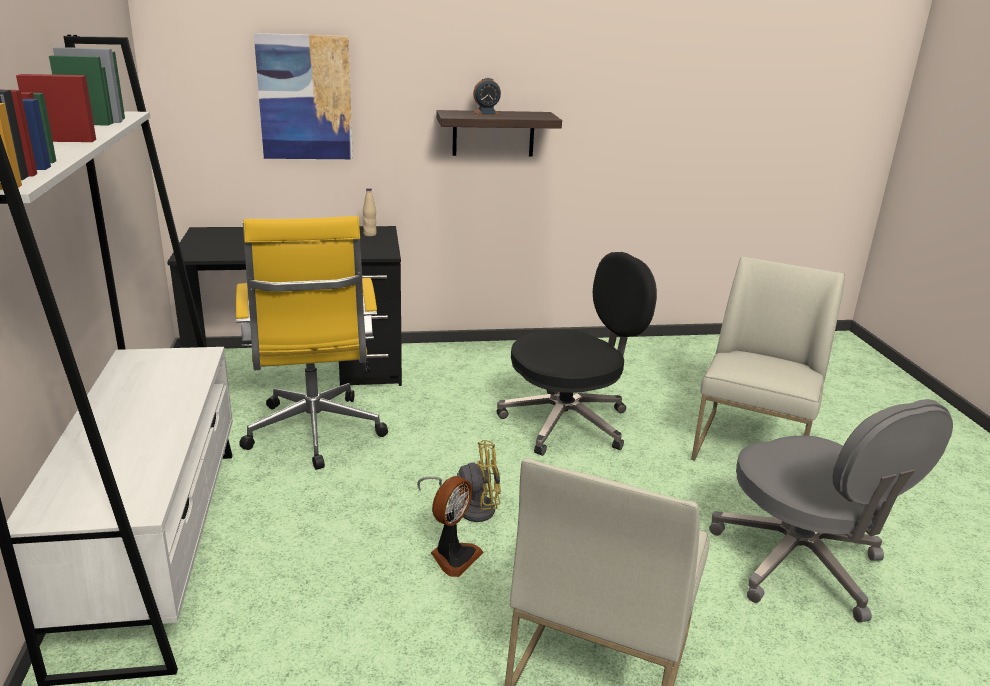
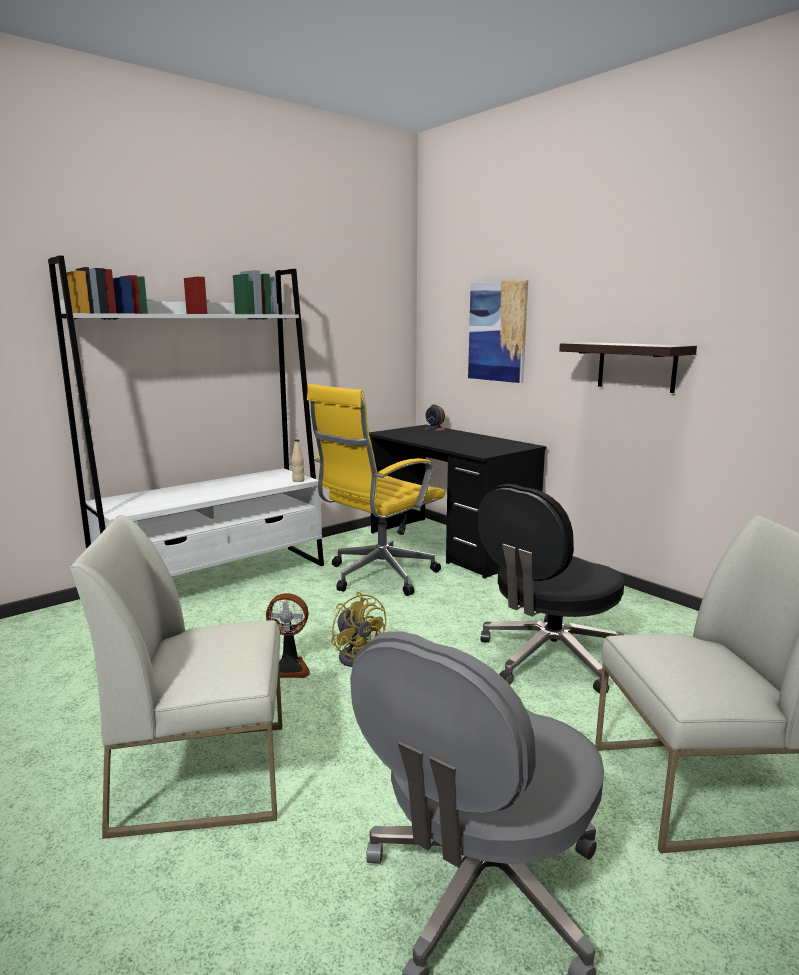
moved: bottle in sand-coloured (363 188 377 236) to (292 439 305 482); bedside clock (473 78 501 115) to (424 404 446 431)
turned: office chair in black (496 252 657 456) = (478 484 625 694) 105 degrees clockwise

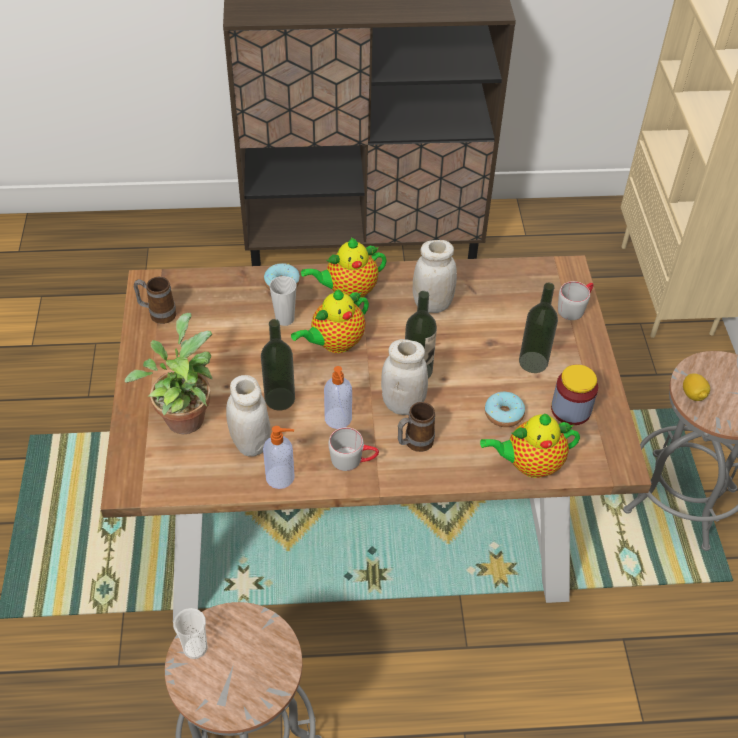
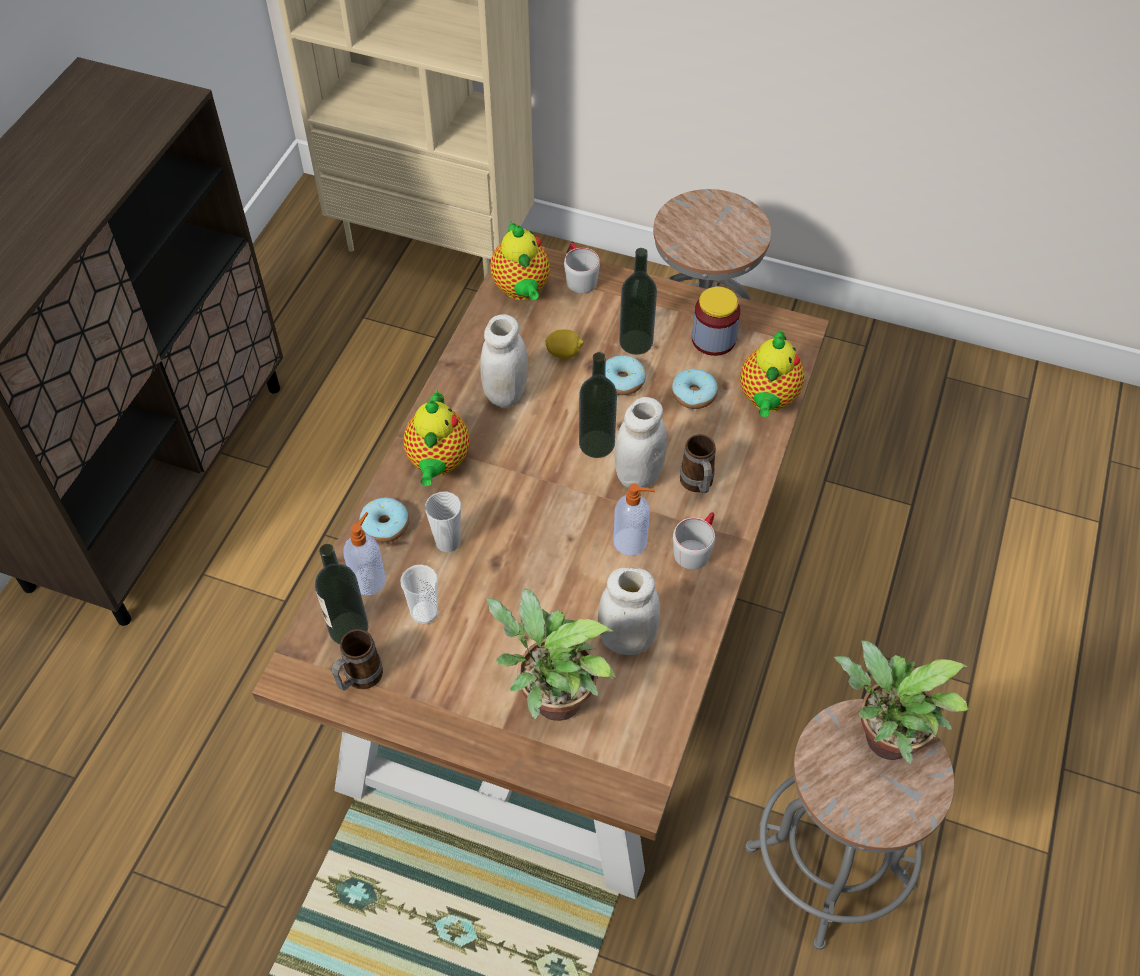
added: doughnut (606 355 646 395); potted plant (834 640 969 764)
moved: small cup (173 608 208 659) to (400 564 439 624); bottle (261 319 295 411) to (315 544 368 644); liquid soap bottle (263 426 295 489) to (343 512 386 596); tea pot (291 289 369 353) to (490 222 550 300); whole lemon (683 374 710 401) to (545 329 584 359)

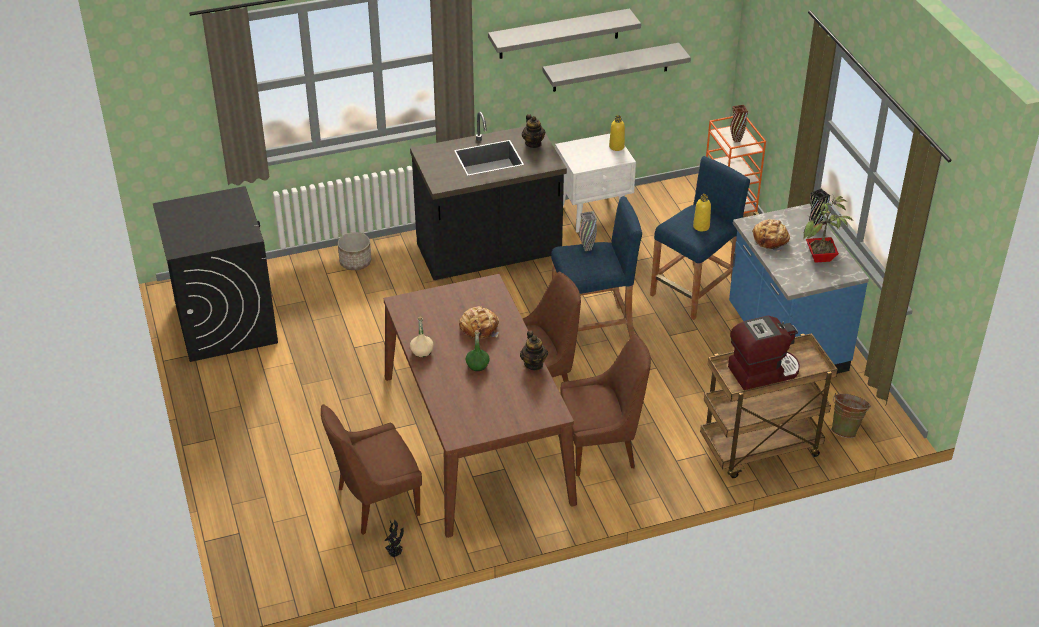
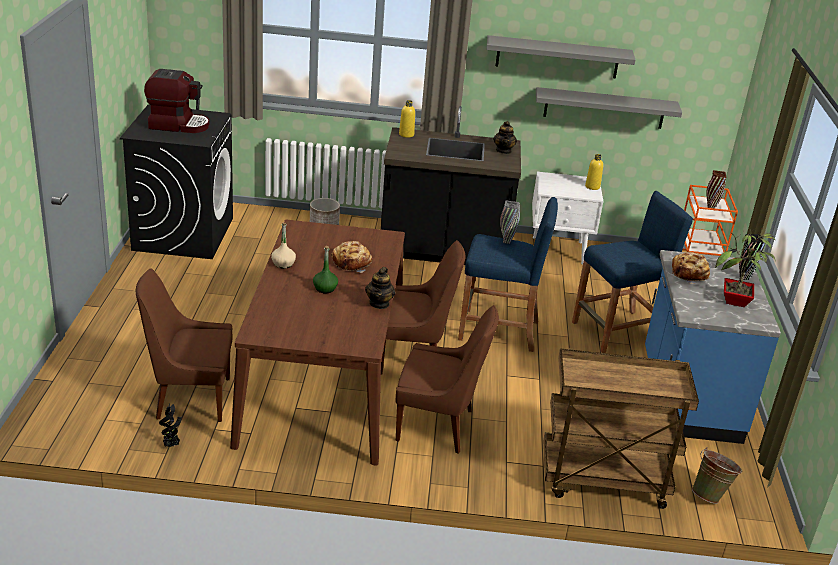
moved: bottle in yellowish (693 194 711 231) to (399 100 415 138); coffee maker (728 316 800 390) to (144 69 209 133)

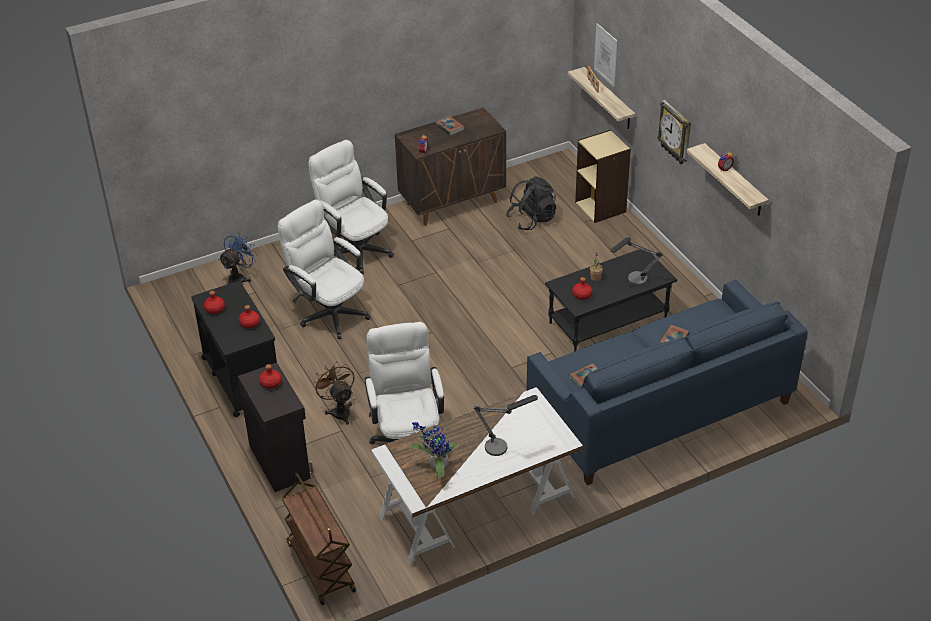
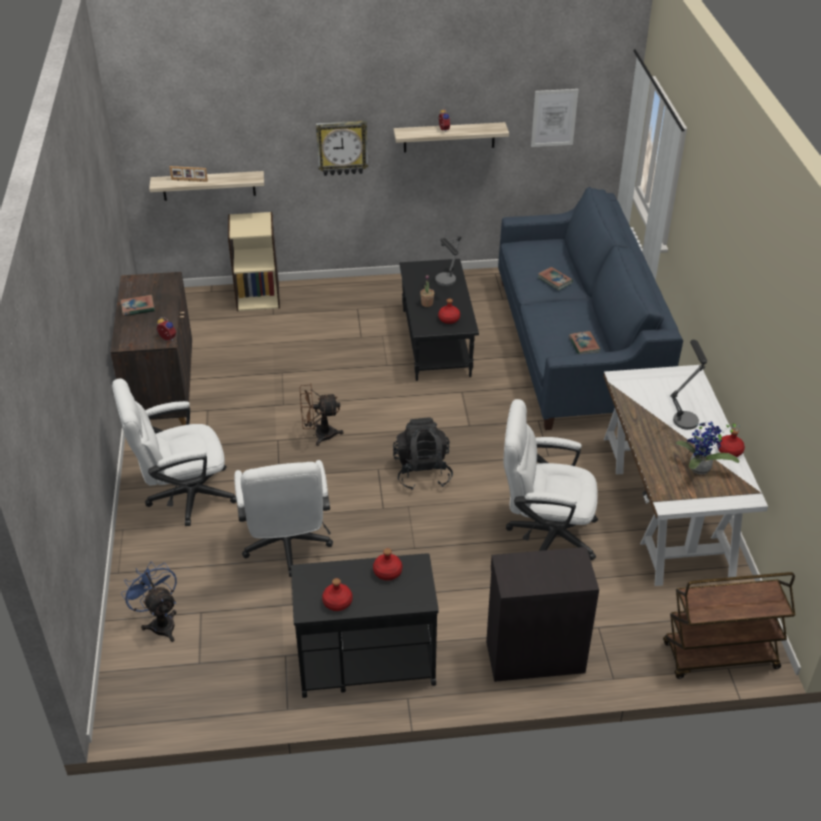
moved: bottle in reddish (259 364 282 389) to (718 429 745 457); cooling fan in brown-coloured (313 361 354 425) to (300 385 343 446); backpack in black (506 176 556 230) to (393 417 453 490); picture (594 23 617 87) to (531 89 579 147)
turned: office chair in whitish (278 200 371 339) = (234 460 333 577) 75 degrees counterclockwise

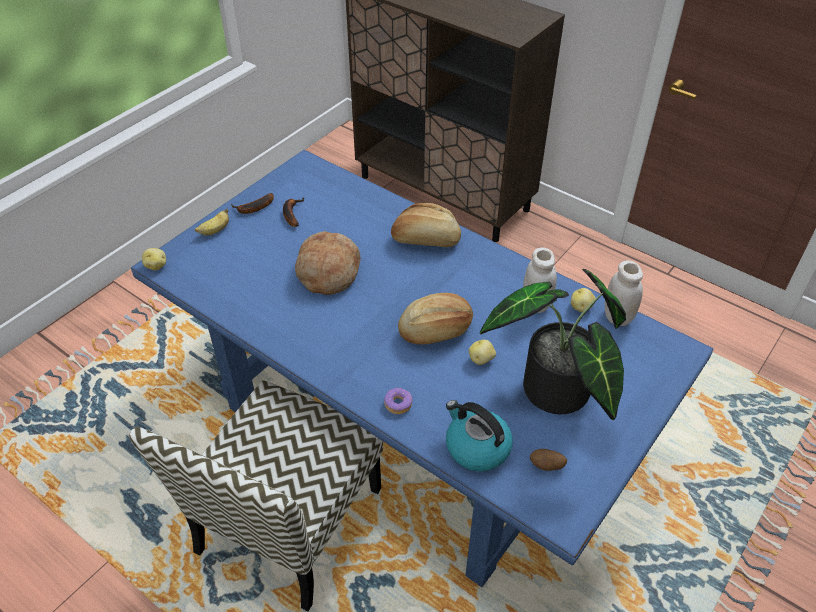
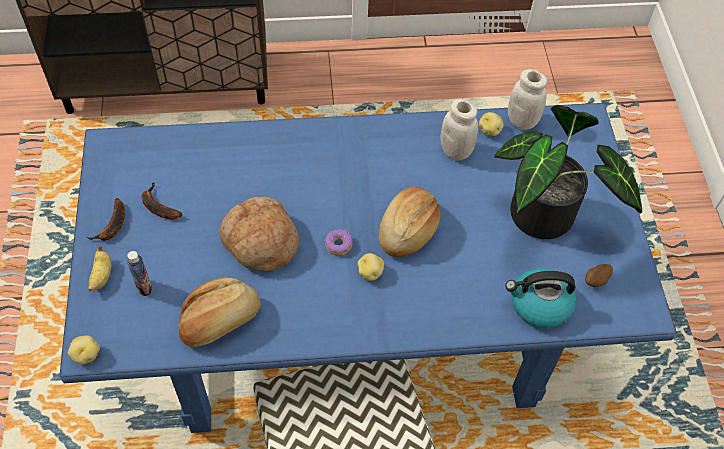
added: bottle (127 251 152 296)
moved: doughnut (384 388 412 414) to (325 229 353 255); baked bread (391 203 461 247) to (179 277 261 347); potato (469 340 496 365) to (357 253 384 281)

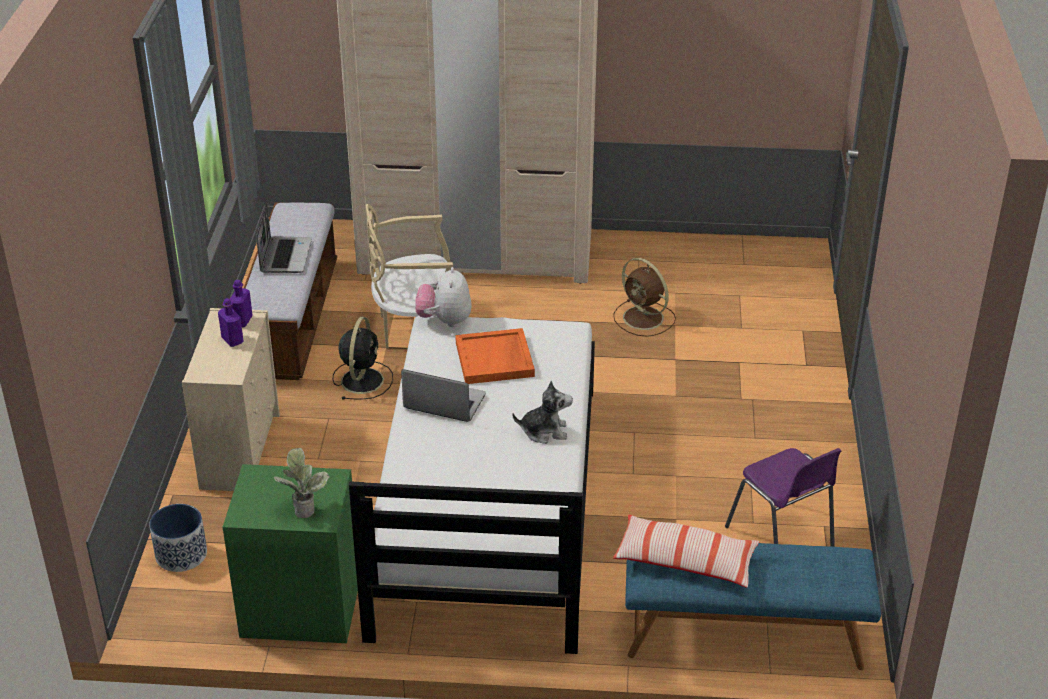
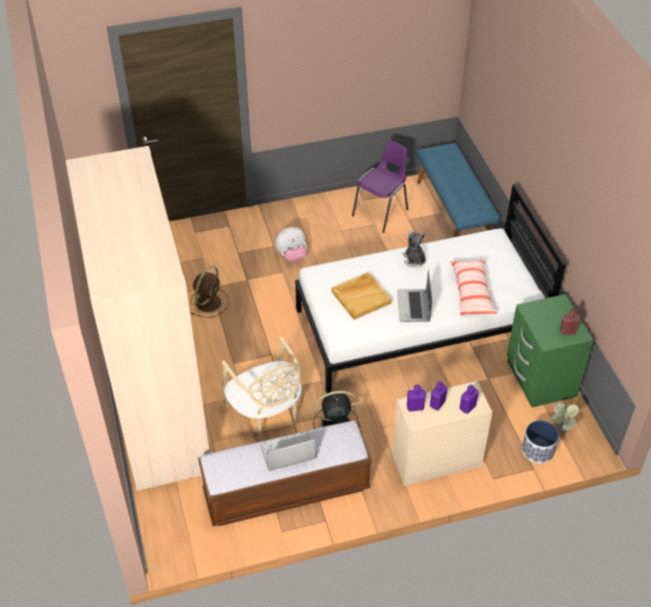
added: bottle in purplish (460 384 479 414); bottle in reddish (560 308 580 335)
moved: potted plant (274 448 330 518) to (551 403 579 432); plush toy (415 267 472 327) to (275 227 307 263); cushion (613 515 760 588) to (450 259 497 315)
recoloured: carrying tray in orange-coloured (455 328 535 384) to carrying tray in sand-coloured (331 272 392 320)

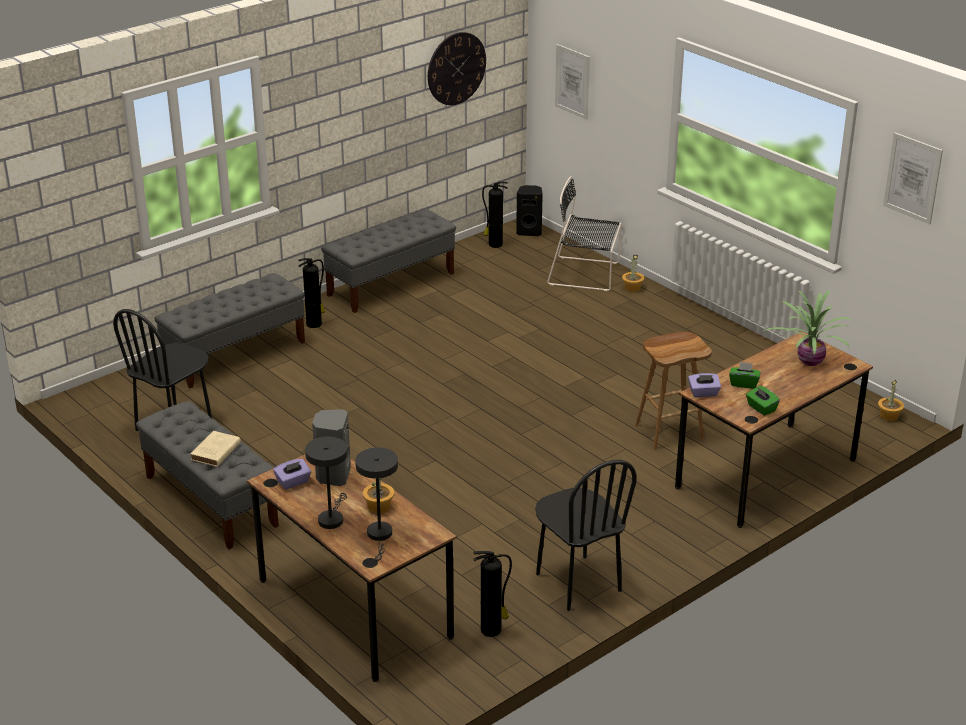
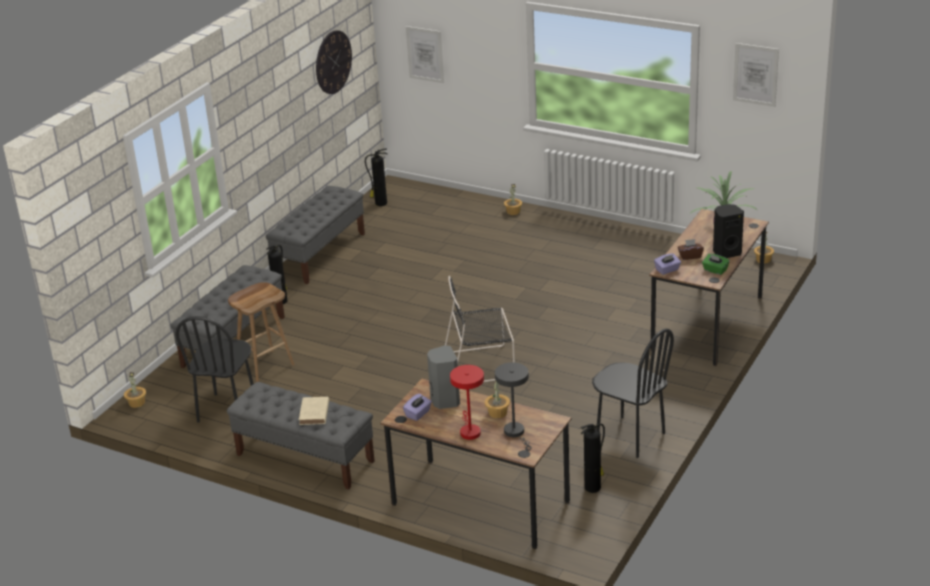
added: potted plant (124 372 146 408)
moved: audio speaker in black (516 185 543 236) to (713 204 744 258); plain chair in black (547 176 622 291) to (445 276 515 382); stool in brown-coloured (635 332 712 449) to (228 282 294 382)
recoloured: lamp for a table in greyish (305 436 348 529) to lamp for a table in reddish (450 365 484 440); tissue holder in green-coloured (729 362 761 389) to tissue holder in brown-coloured (678 239 704 260)

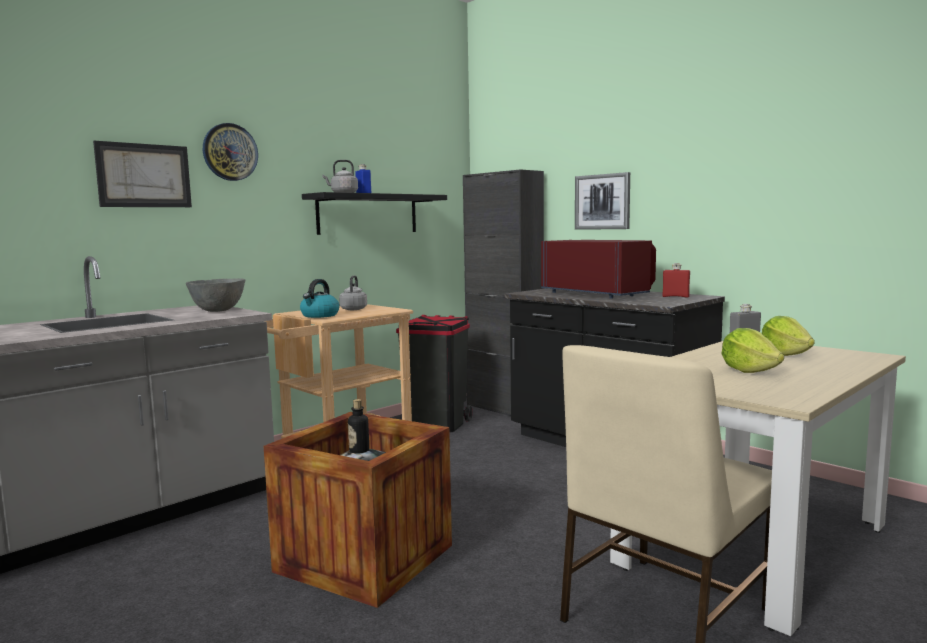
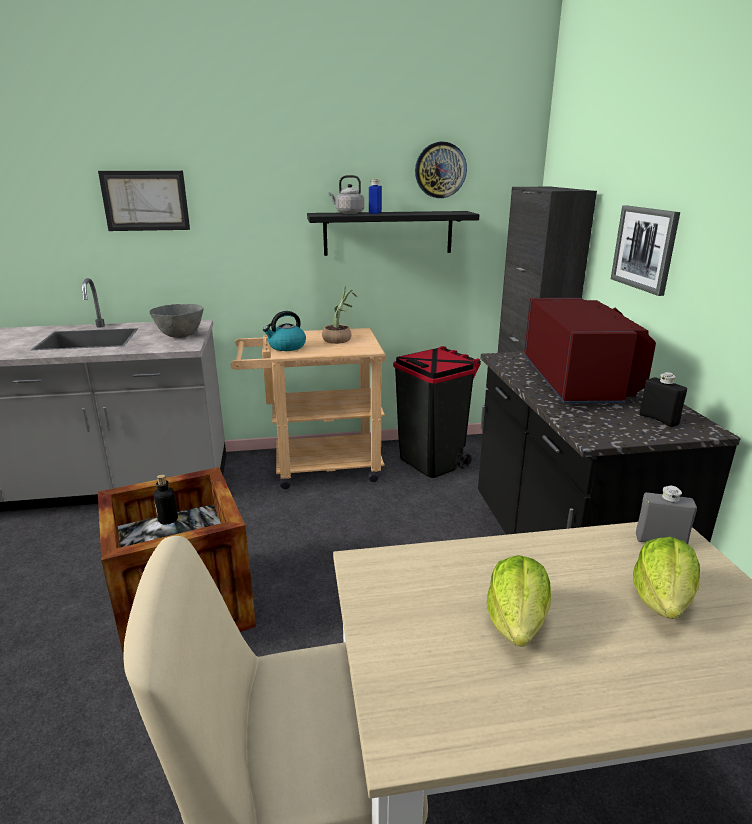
moved: wall clock (203 123 258 181) to (415 142 467 198)
replaced: tea kettle in greyish (339 275 367 310) to potted plant (322 286 357 344)
recoloured: bottle in reddish (663 263 690 298) to bottle in black (639 372 687 427)

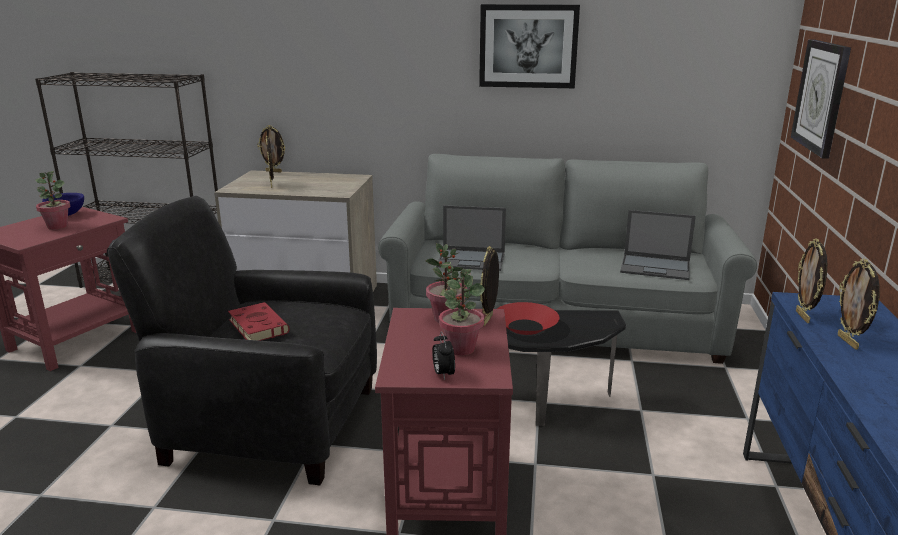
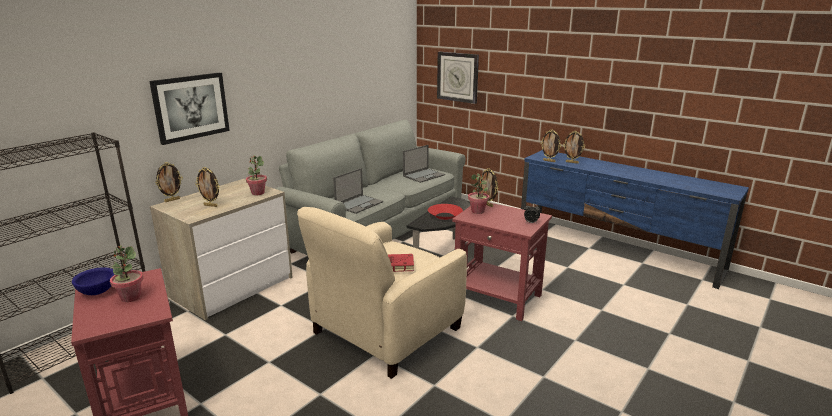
moved: potted plant (439 269 485 356) to (246 155 267 195); picture (479 4 580 88) to (149 72 230 145)
recoloured: armchair in black (107 196 377 485) to armchair in sand-coloured (297 207 467 379)

